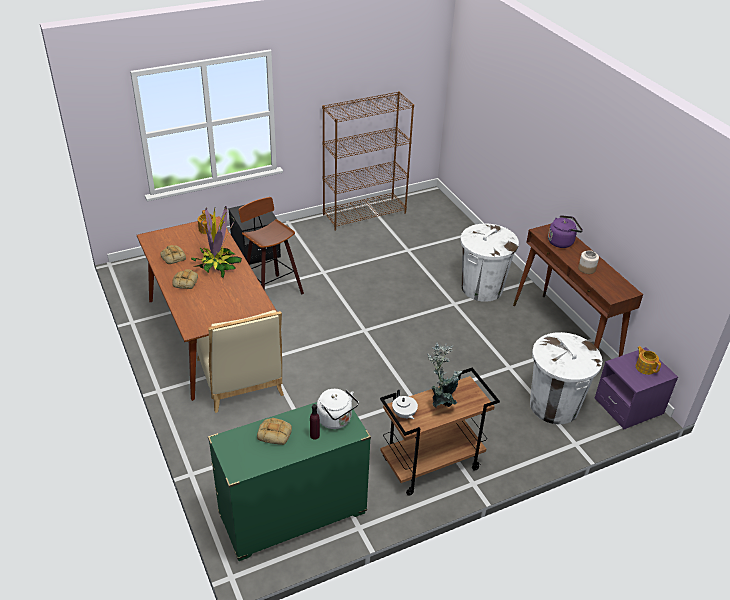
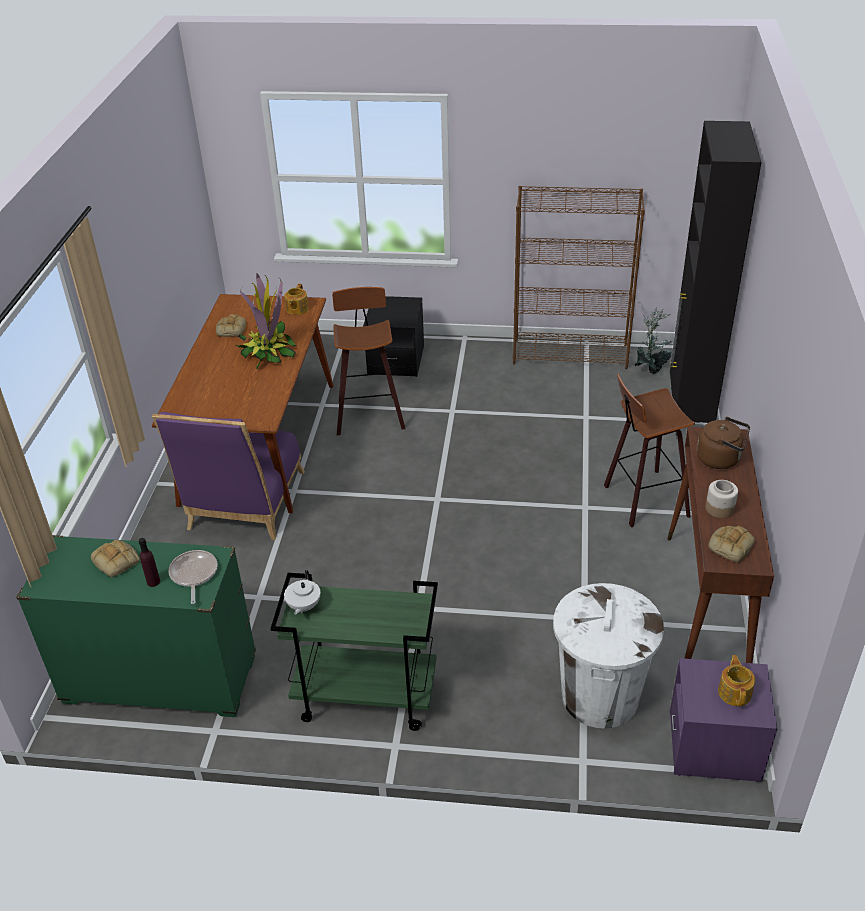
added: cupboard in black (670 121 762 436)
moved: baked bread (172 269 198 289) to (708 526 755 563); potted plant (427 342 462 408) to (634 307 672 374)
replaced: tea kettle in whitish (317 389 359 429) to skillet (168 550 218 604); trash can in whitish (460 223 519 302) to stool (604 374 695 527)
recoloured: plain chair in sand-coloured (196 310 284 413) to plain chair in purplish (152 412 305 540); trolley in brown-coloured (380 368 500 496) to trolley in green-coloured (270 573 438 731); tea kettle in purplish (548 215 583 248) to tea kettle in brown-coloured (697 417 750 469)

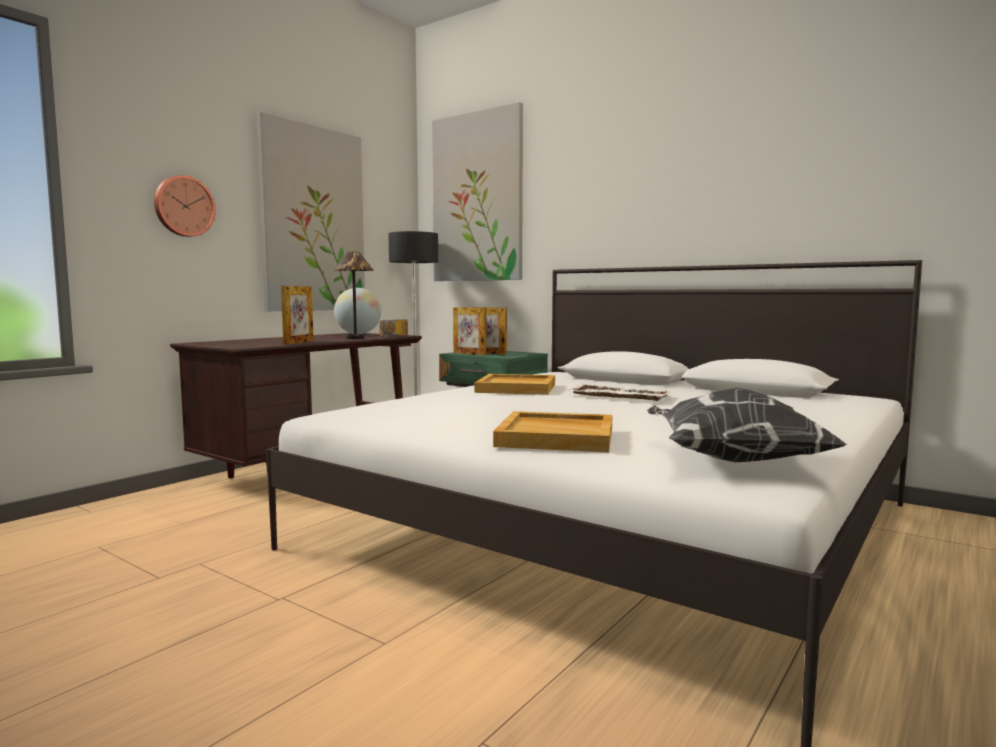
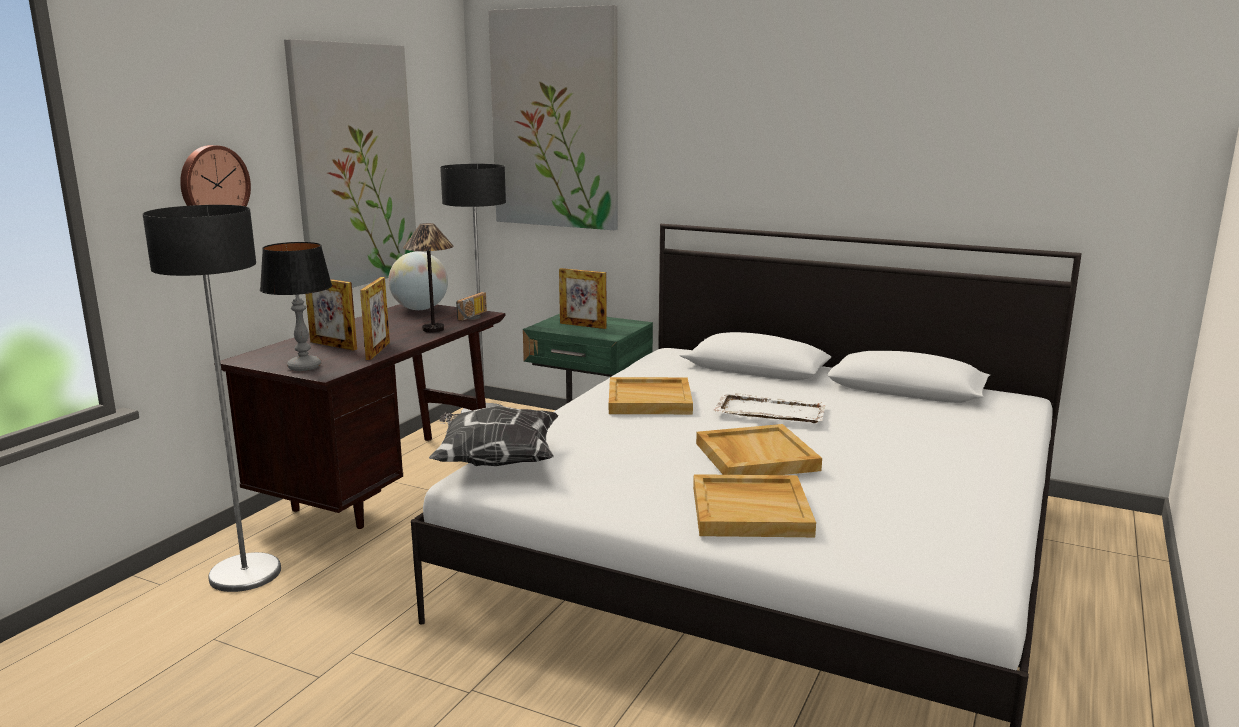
added: standing lamp (143 205 281 592); lamp for a table (260 242 332 371); carrying tray in sand-coloured (696 424 822 475)
moved: picture frame (453 307 486 355) to (305 279 357 351); cushion (647 388 848 462) to (429 406 558 466)

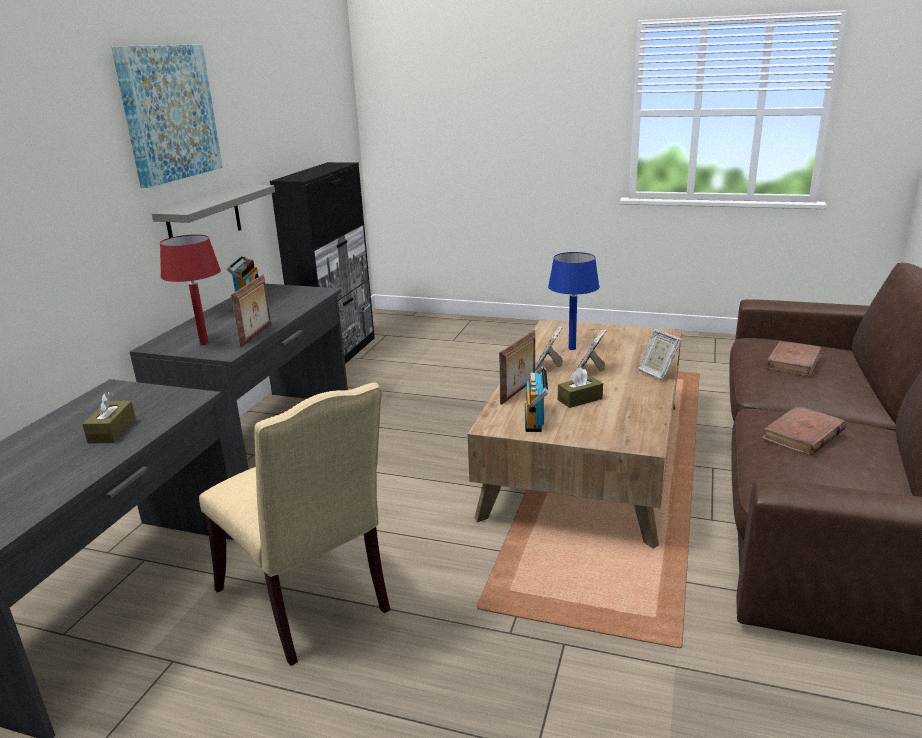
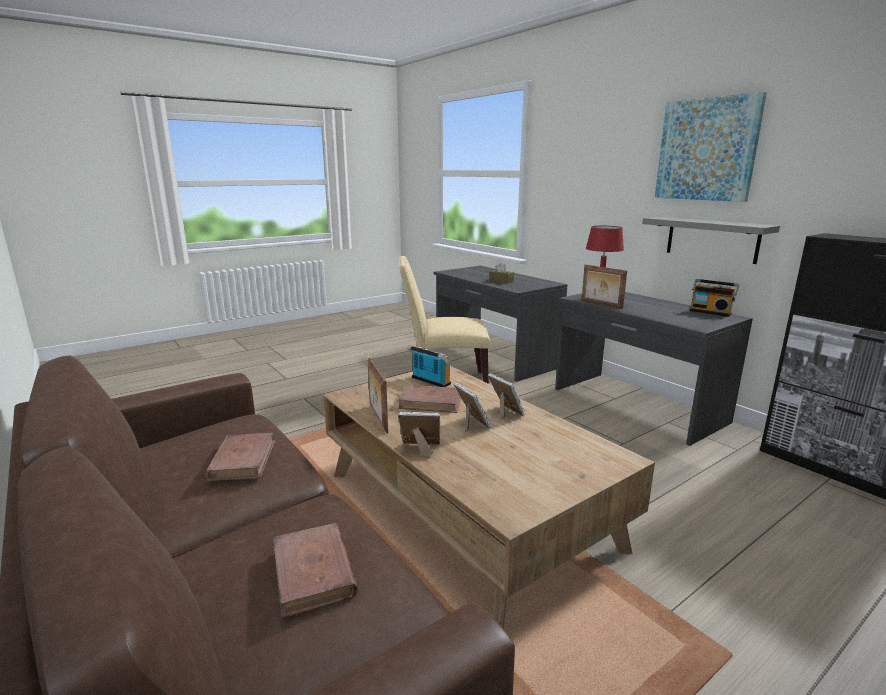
removed: lamp for a table in blue-coloured (548 252 600 350)
moved: picture frame (499 330 535 405) to (368 358 388 434)
replaced: tissue holder in brown-coloured (558 367 603 408) to volume in brown-coloured (398 385 461 413)

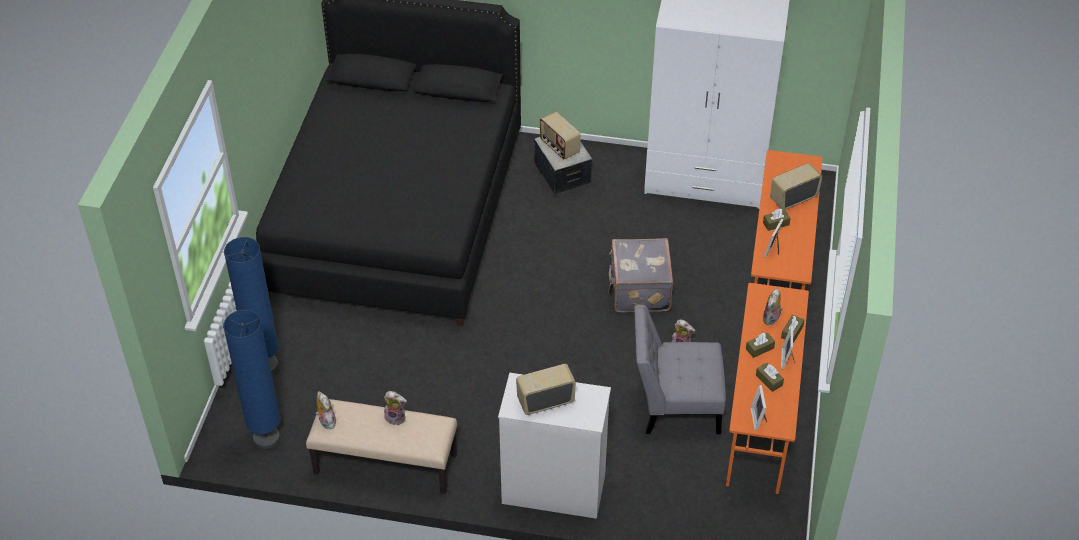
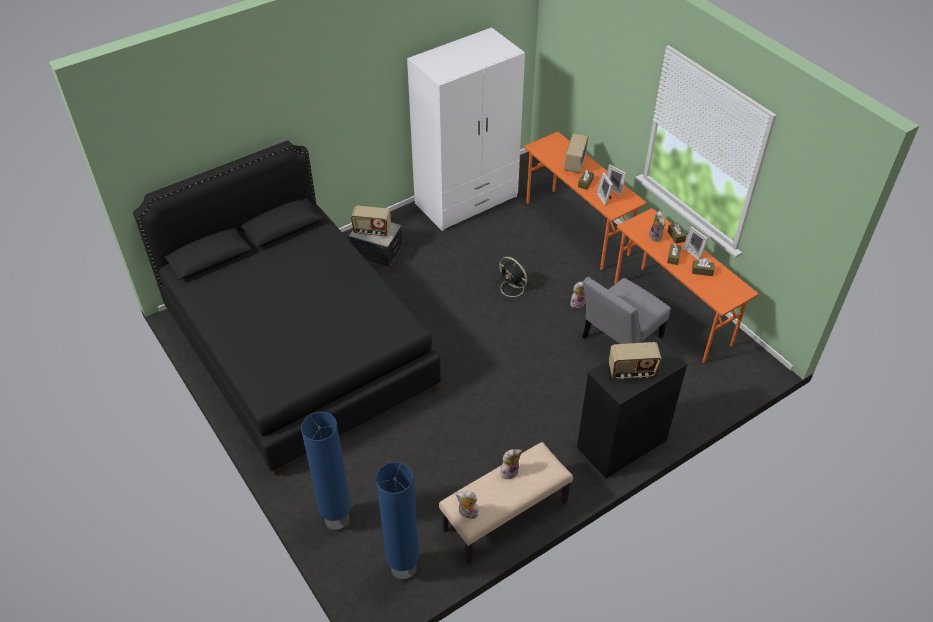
moved: picture frame (750 385 767 431) to (606 164 627 195)
replaced: suitcase in greyish (608 238 673 312) to cooling fan in black (495 257 531 302)
recoloured: dresser in whitish (498 373 611 519) to dresser in black (577 334 688 478)
turned: radio set (516 364 576 415) = (609 342 662 379) 120 degrees counterclockwise

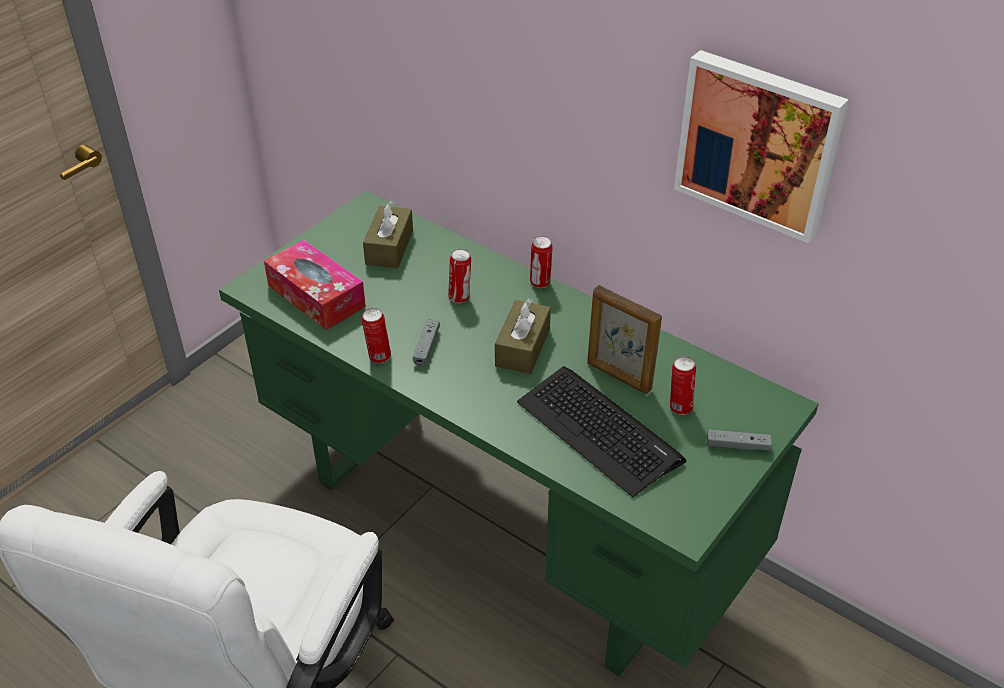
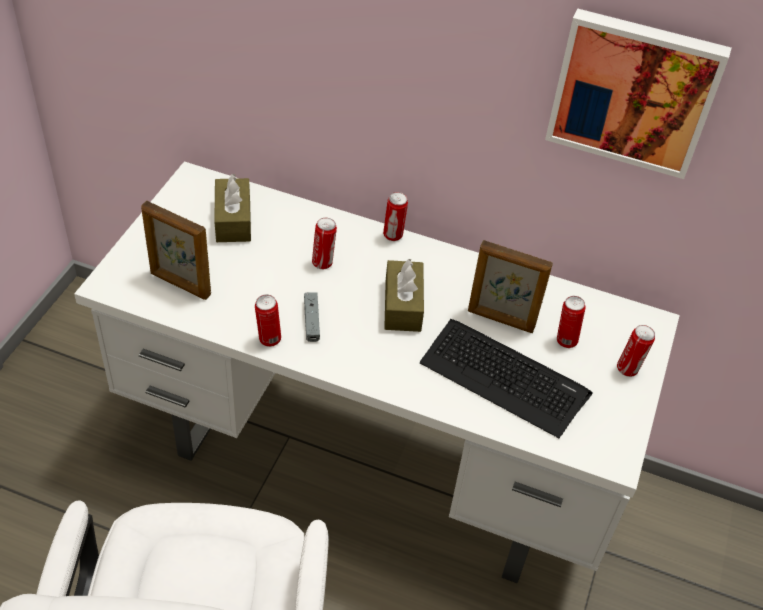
replaced: tissue holder (264 240 366 330) to picture frame (141 201 211 300); game controller in greyish (707 429 772 450) to sealed can (617 325 655 377)
recoloured: desk table in green-coloured (219 191 819 676) to desk table in whitish (74 161 680 583)

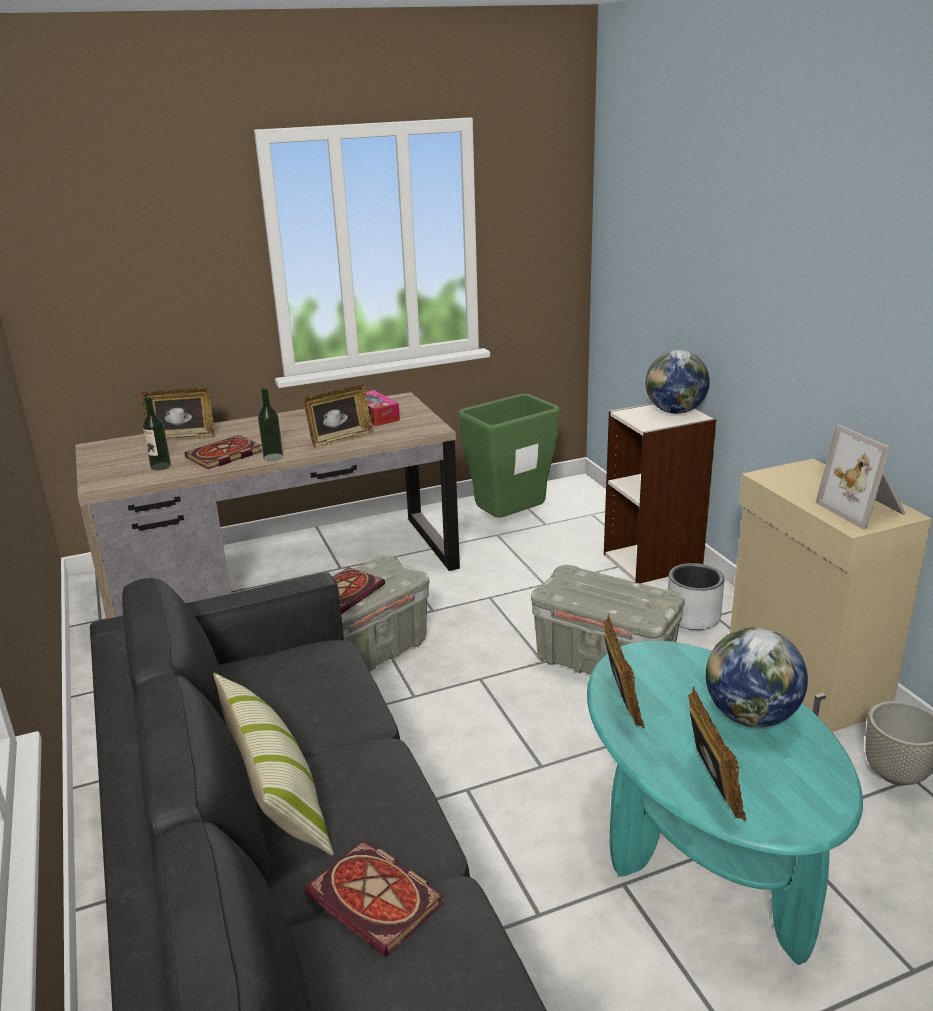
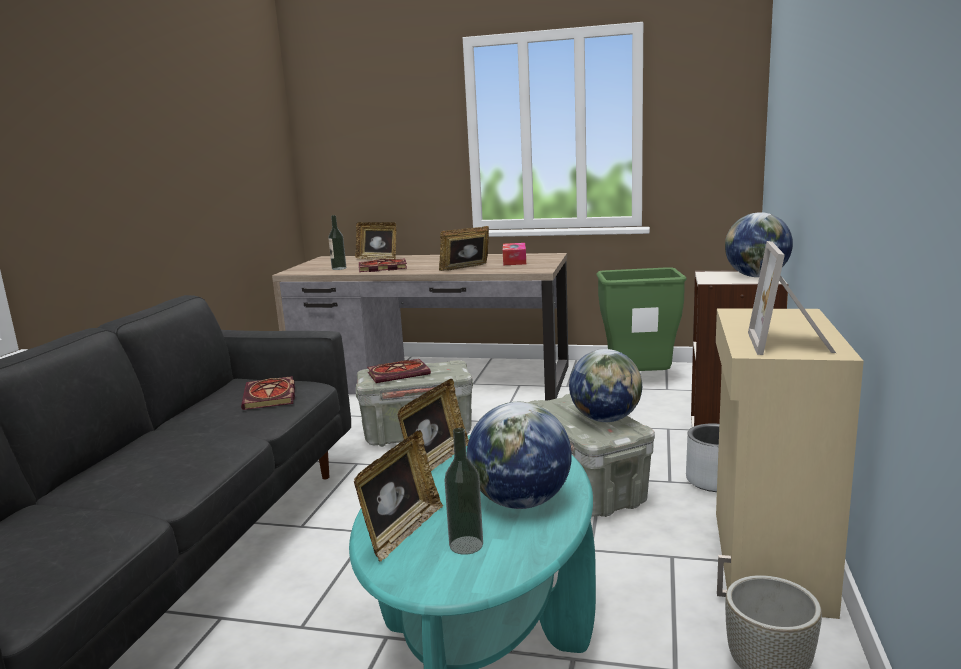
removed: cushion (213 673 334 856)
added: world globe (569 349 642 422)
moved: bottle (258 388 283 461) to (444 428 483 555); volume (304 840 444 957) to (241 376 295 410)
turned: picture frame (304 385 374 448) = (439 226 489 271) 150 degrees clockwise

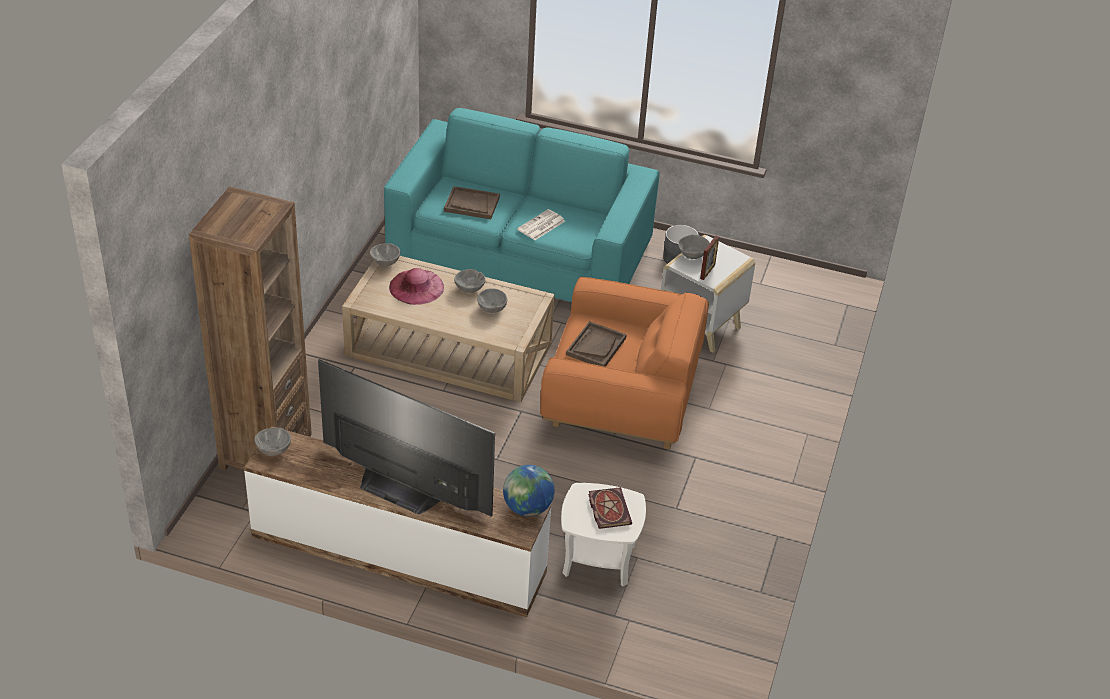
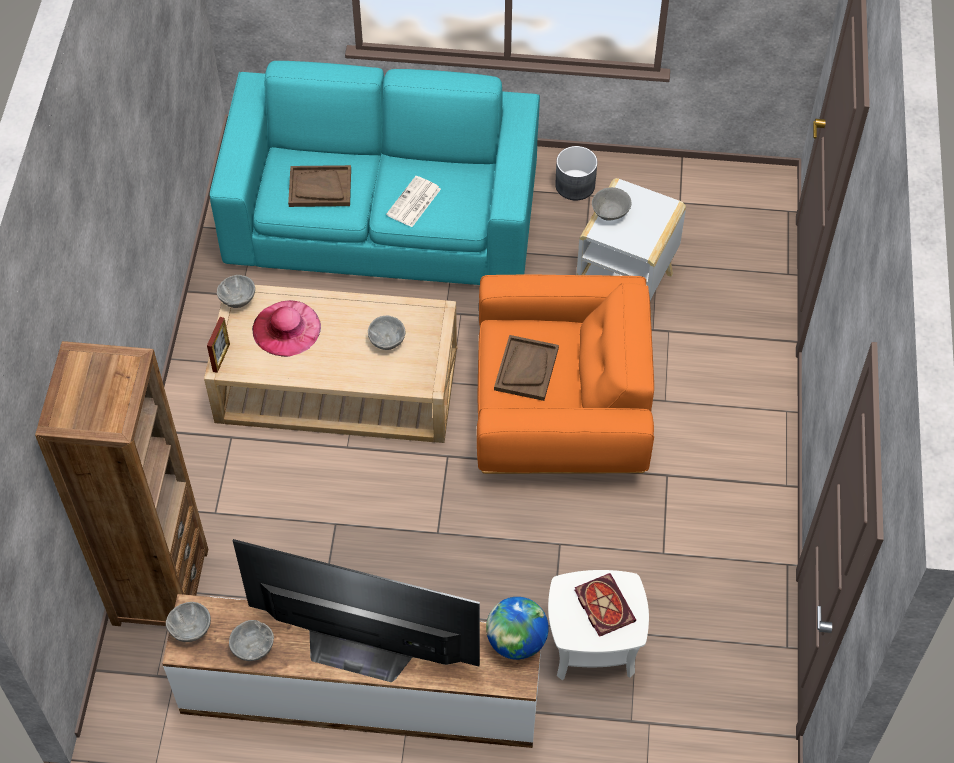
moved: bowl in greyish (454 269 486 293) to (229 620 274 661); picture frame (700 236 719 280) to (207 317 230 373)

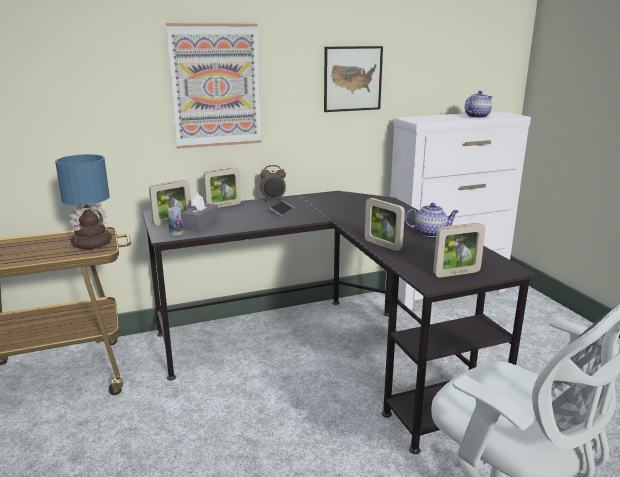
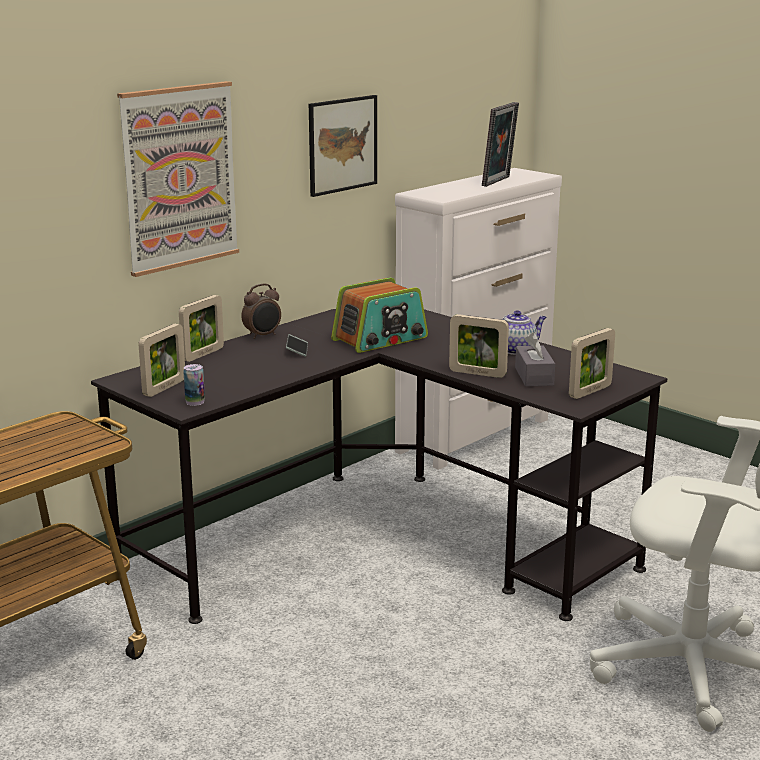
removed: lamp for a table (55 154 112 249)
added: radio set (331 277 428 353)
moved: tissue holder in greyish (182 193 219 231) to (515 332 555 387)
replaced: tea pot (465 91 493 118) to picture frame (482 102 519 187)

